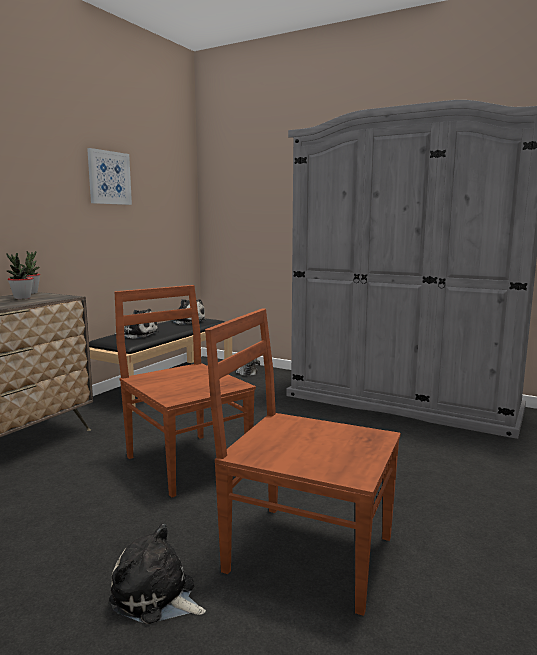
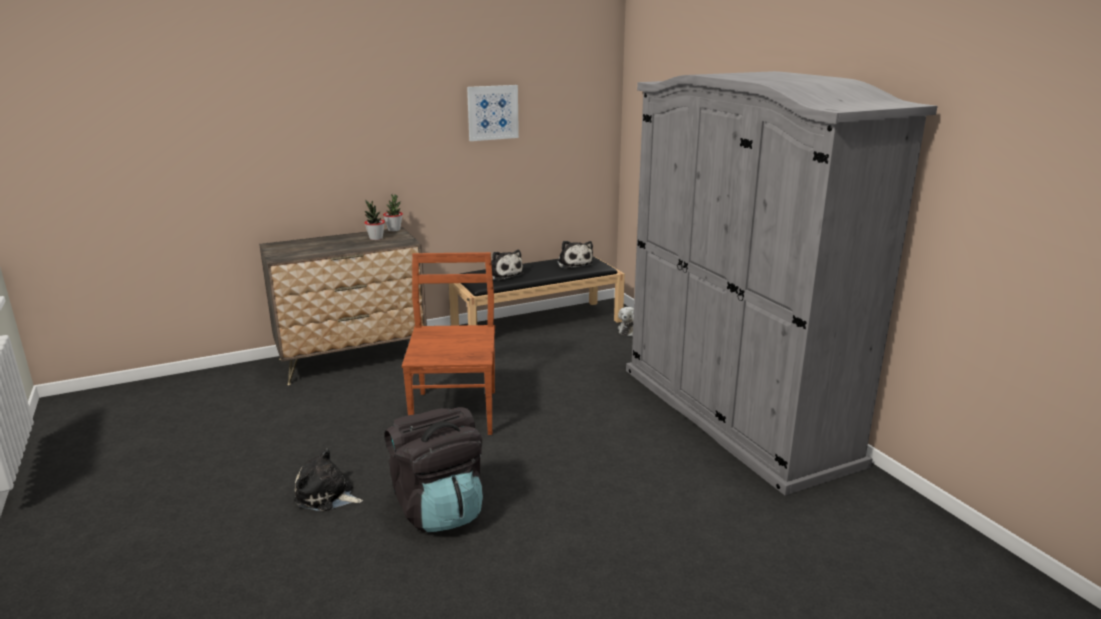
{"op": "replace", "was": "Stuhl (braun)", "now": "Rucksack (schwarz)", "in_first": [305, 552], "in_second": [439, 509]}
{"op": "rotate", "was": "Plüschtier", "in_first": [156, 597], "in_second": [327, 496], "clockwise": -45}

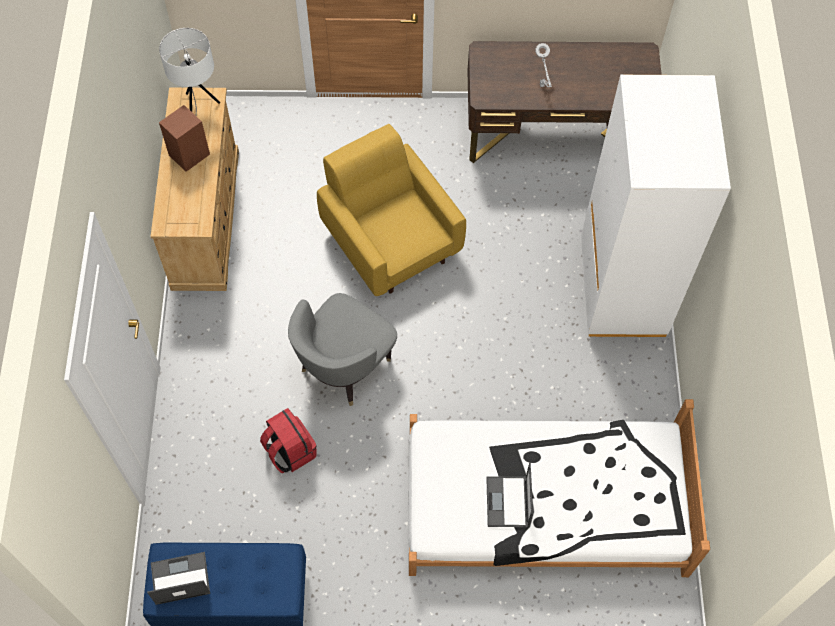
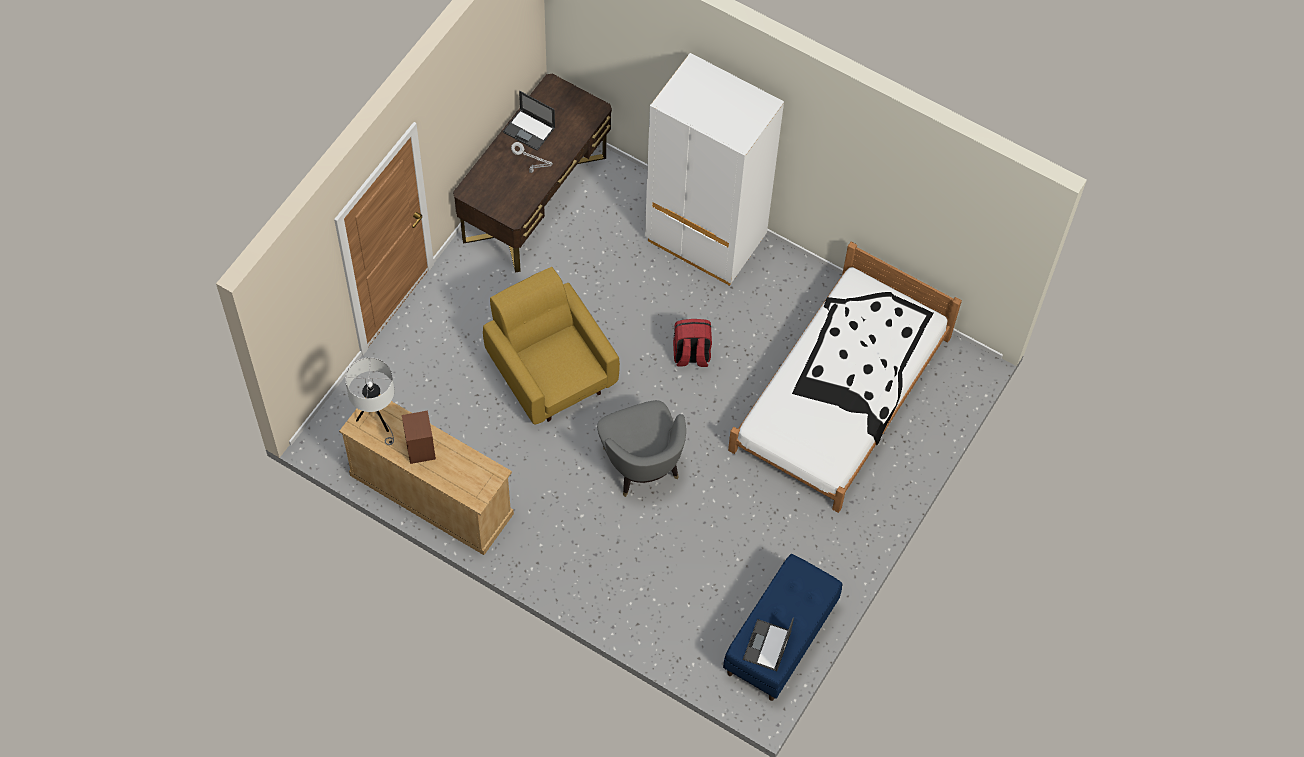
{"op": "move", "was": "Rucksack (rot)", "in_first": [290, 451], "in_second": [691, 355]}
{"op": "move", "was": "Laptop", "in_first": [508, 502], "in_second": [529, 130]}
{"op": "rotate", "was": "Sessel (gelb)", "in_first": [390, 240], "in_second": [551, 370], "clockwise": 60}

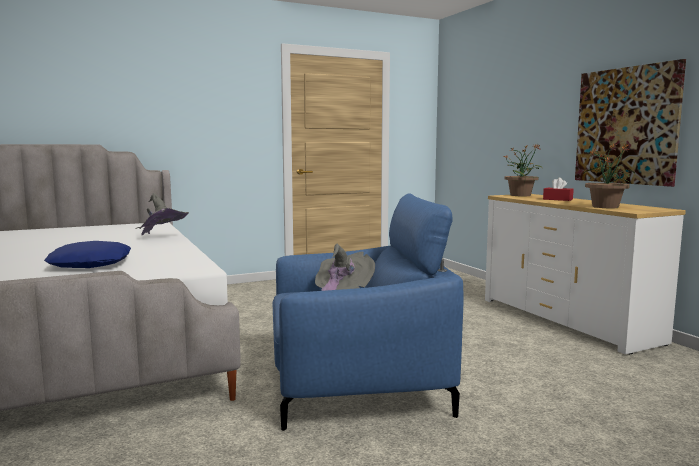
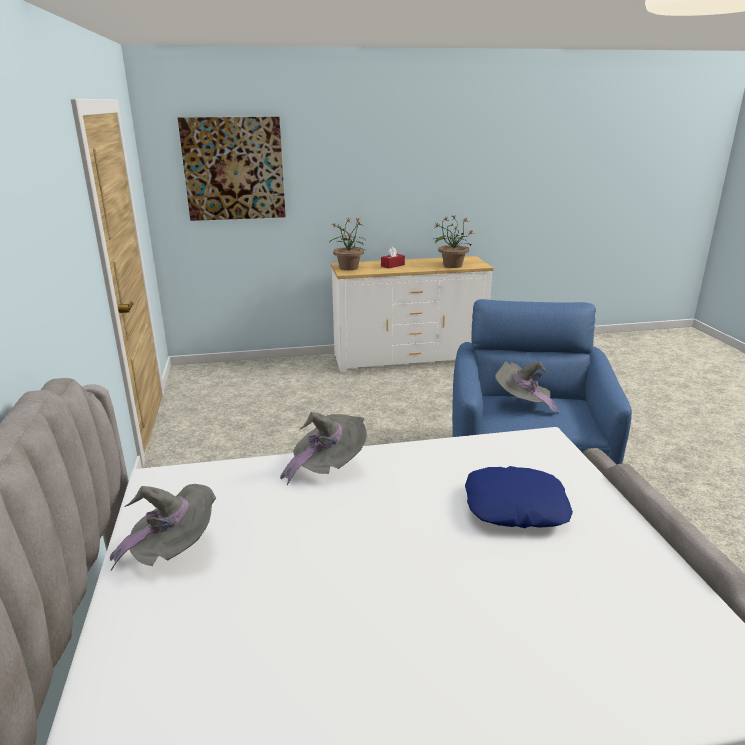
{"op": "insert", "now": "Hut (grau)", "in_second": [174, 550]}
{"op": "move", "was": "Bild", "in_first": [626, 126], "in_second": [234, 169]}

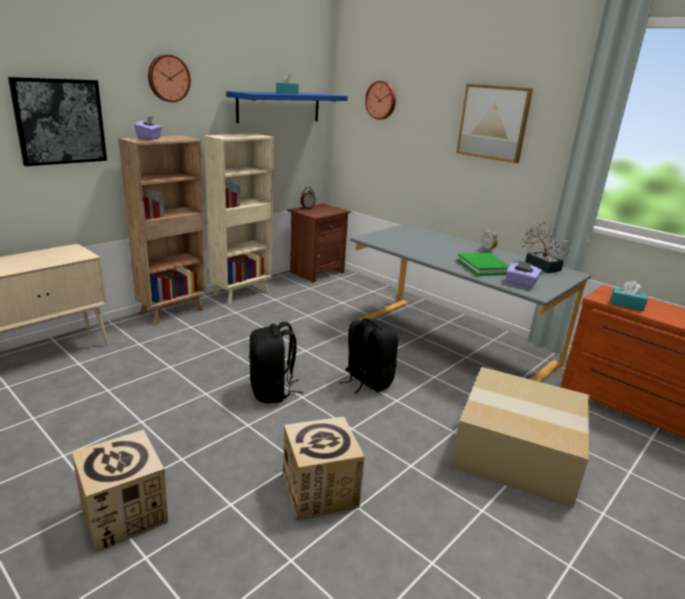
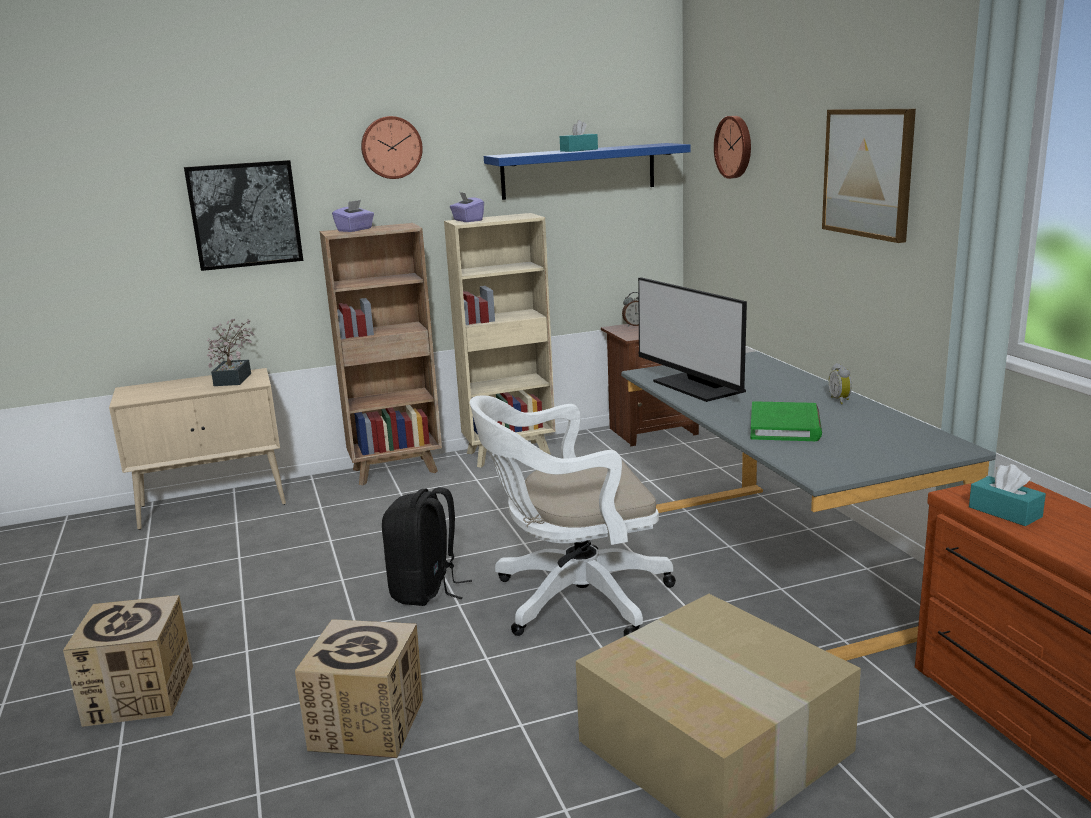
{"op": "insert", "now": "Monitor", "in_second": [697, 387]}
{"op": "move", "was": "Taschentuchbox (lila)", "in_first": [521, 283], "in_second": [467, 220]}
{"op": "move", "was": "Topfpflanze", "in_first": [539, 265], "in_second": [235, 378]}
{"op": "replace", "was": "Rucksack (schwarz)", "now": "Bürostuhl (weiß)", "in_first": [367, 381], "in_second": [572, 599]}

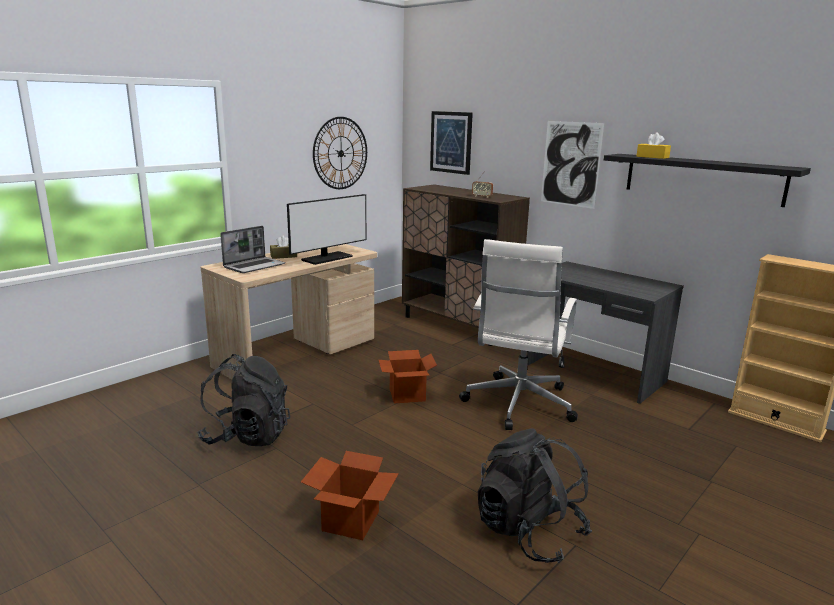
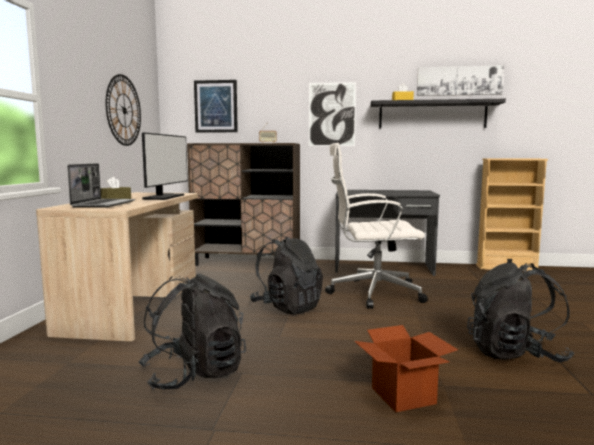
{"op": "insert", "now": "Bild", "in_second": [459, 81]}
{"op": "replace", "was": "Karton", "now": "Rucksack (schwarz)", "in_first": [407, 395], "in_second": [287, 307]}
{"op": "rotate", "was": "Bürostuhl (weiß)", "in_first": [518, 404], "in_second": [372, 293], "clockwise": 105}

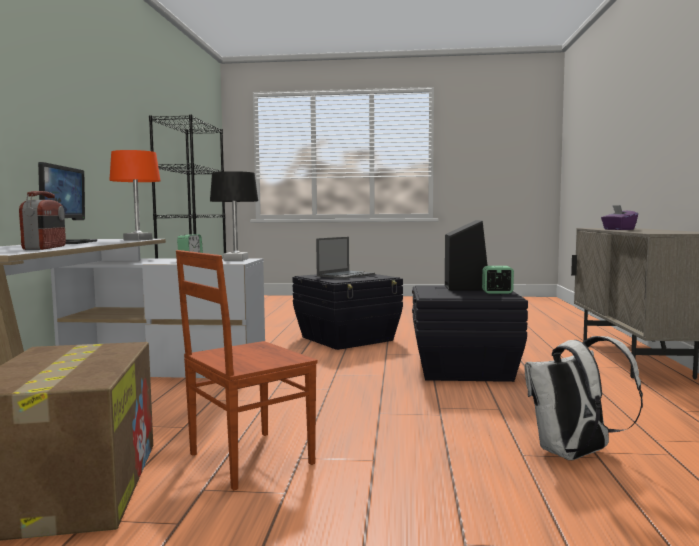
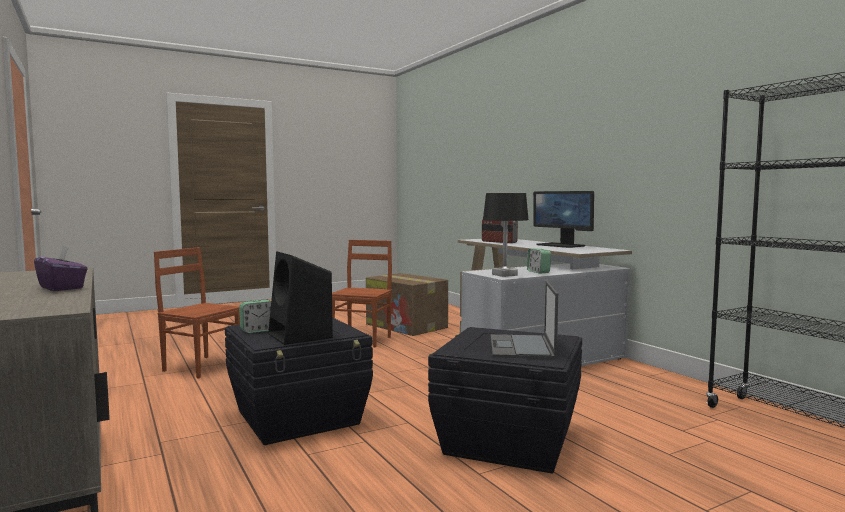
{"op": "delete", "was": "Tischlampe (orange)", "in_first": [138, 240]}
{"op": "replace", "was": "Rucksack (weiß)", "now": "Stuhl (braun)", "in_first": [574, 455], "in_second": [202, 366]}

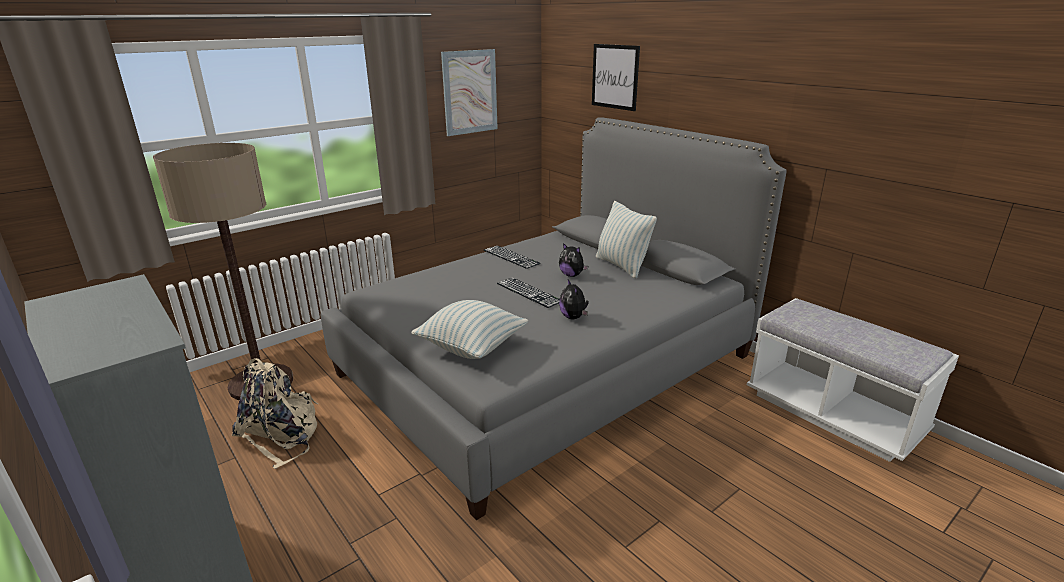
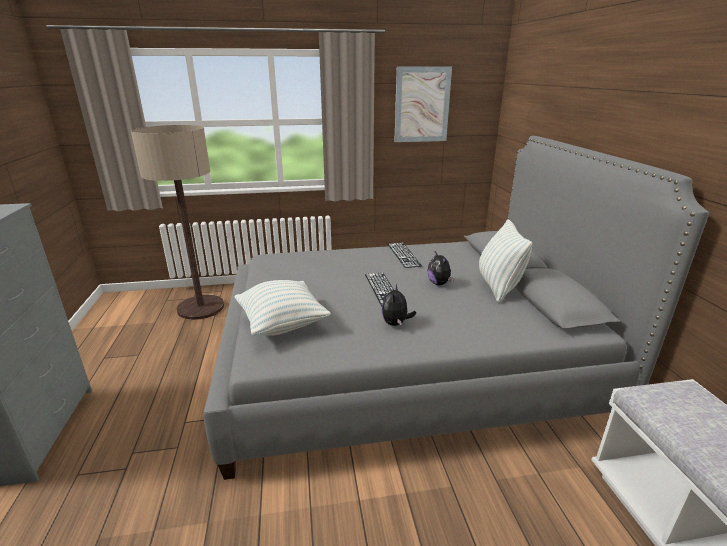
{"op": "delete", "was": "Rucksack (beige)", "in_first": [281, 435]}
{"op": "delete", "was": "Bild", "in_first": [615, 77]}

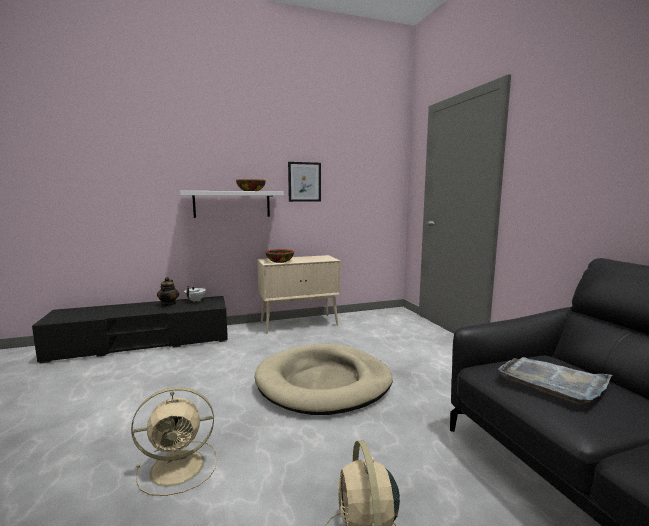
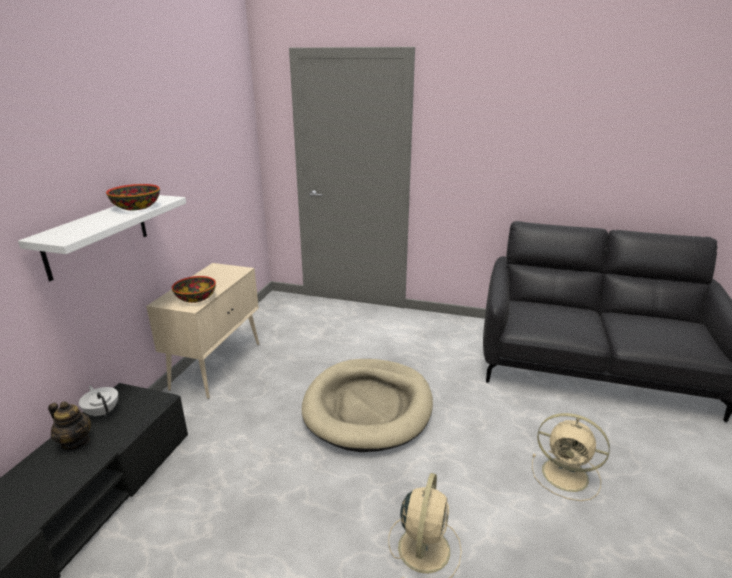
{"op": "delete", "was": "Bild", "in_first": [304, 182]}
{"op": "delete", "was": "Tablett (grau)", "in_first": [553, 381]}

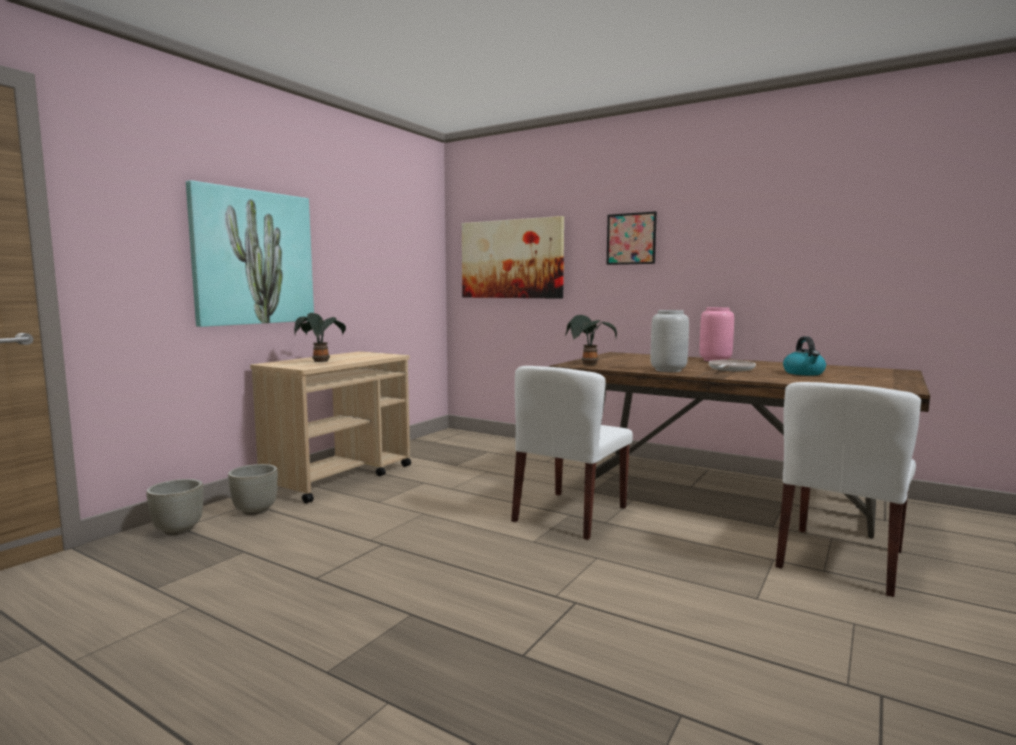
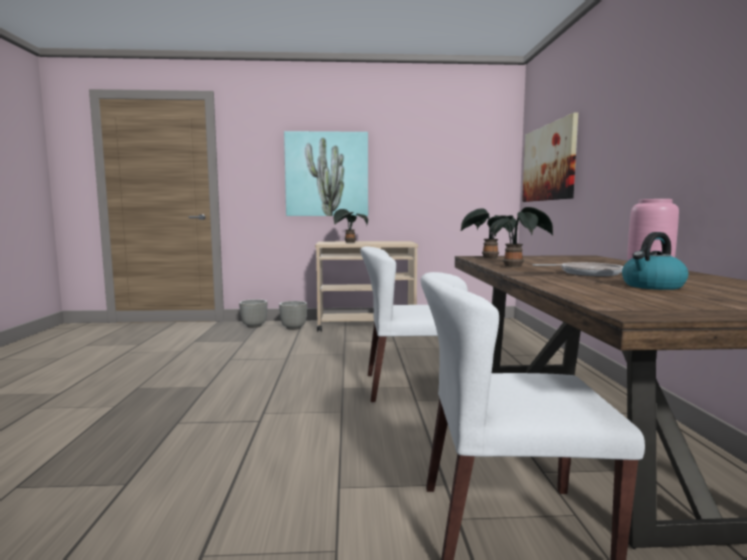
{"op": "delete", "was": "Bild", "in_first": [631, 238]}
{"op": "replace", "was": "Vase (grau)", "now": "Topfpflanze", "in_first": [668, 370], "in_second": [515, 267]}

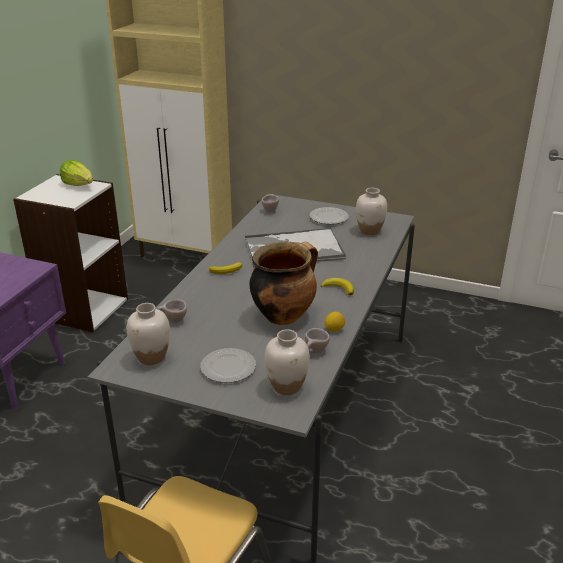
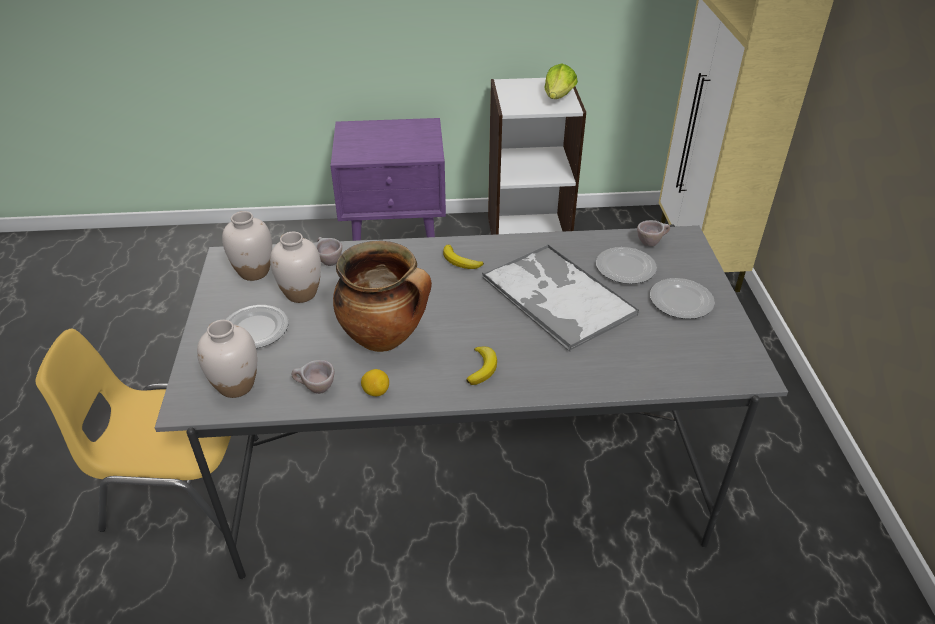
{"op": "insert", "now": "Teller", "in_second": [625, 268]}
{"op": "move", "was": "Vase (weiß)", "in_first": [370, 231], "in_second": [301, 294]}

